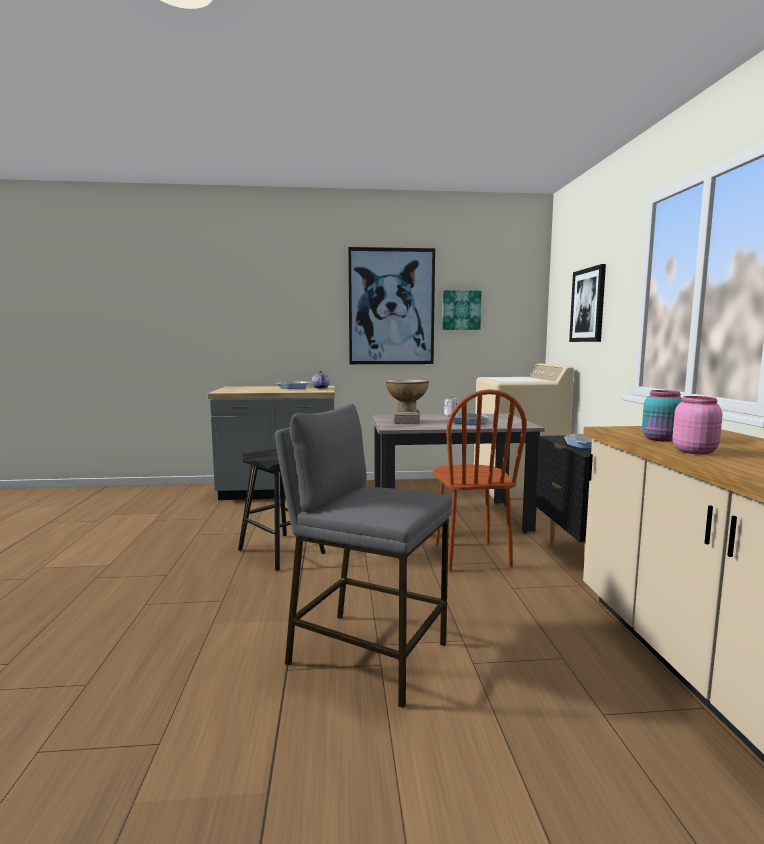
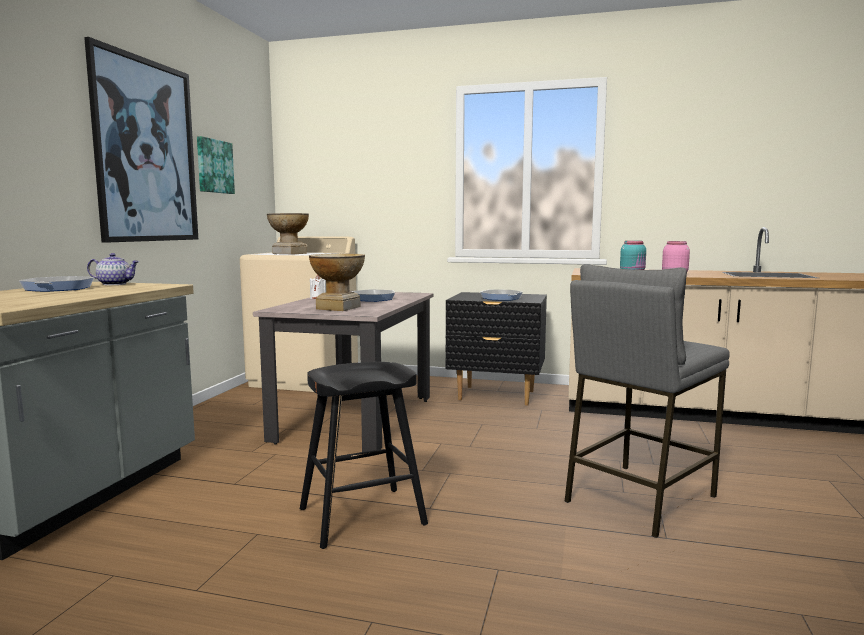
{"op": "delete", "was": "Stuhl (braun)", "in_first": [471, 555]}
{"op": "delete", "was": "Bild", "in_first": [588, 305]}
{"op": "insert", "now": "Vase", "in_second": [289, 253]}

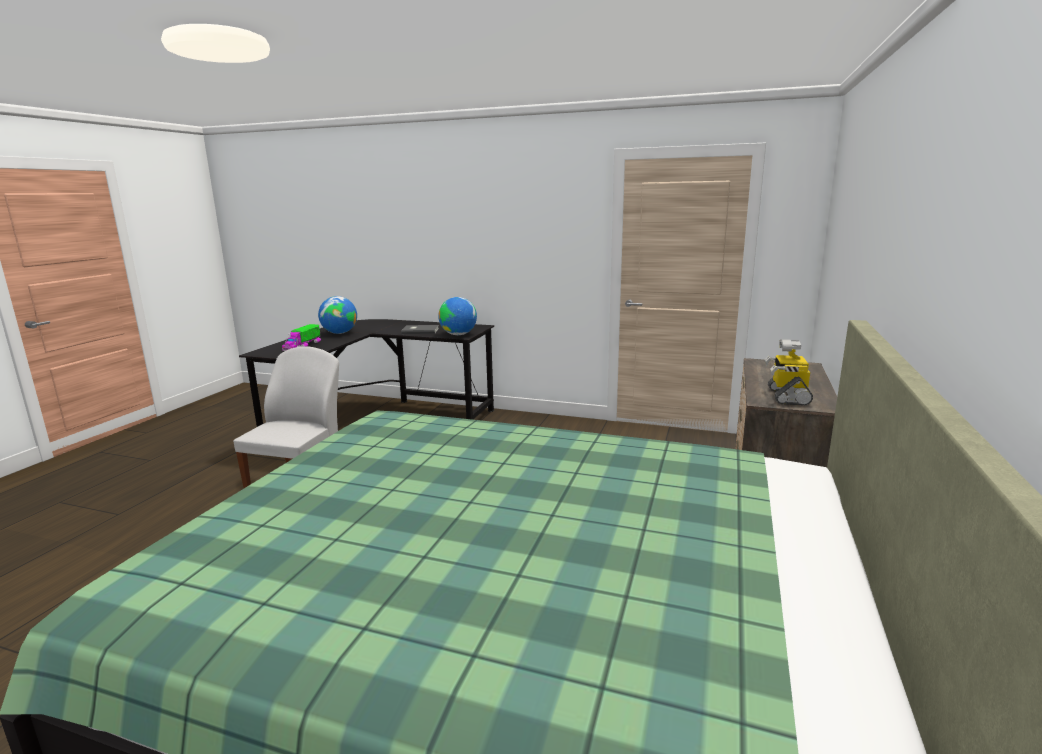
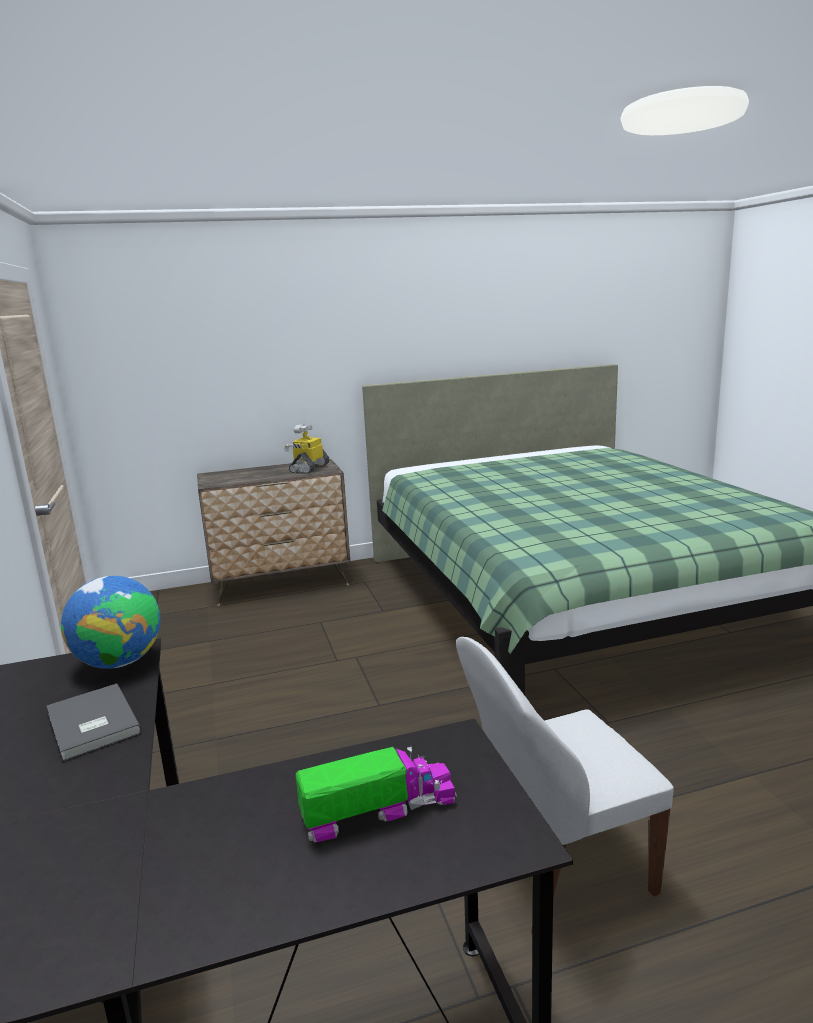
{"op": "delete", "was": "Globus", "in_first": [339, 333]}
{"op": "rotate", "was": "Spielzeugroboter", "in_first": [787, 396], "in_second": [309, 468], "clockwise": 135}

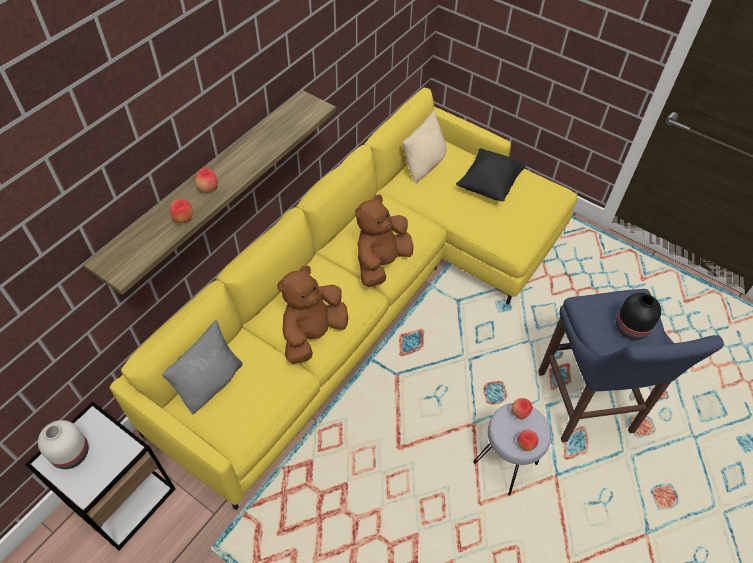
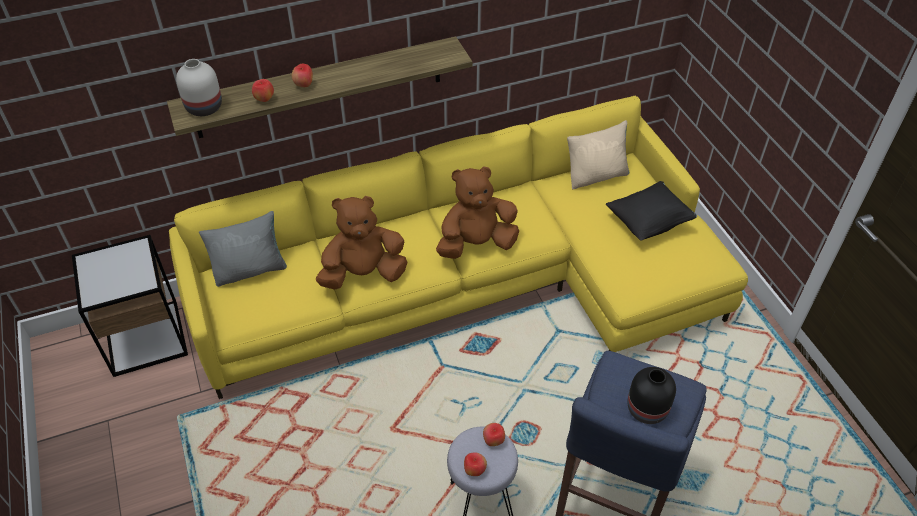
{"op": "move", "was": "Vase (weiß)", "in_first": [72, 453], "in_second": [205, 108]}

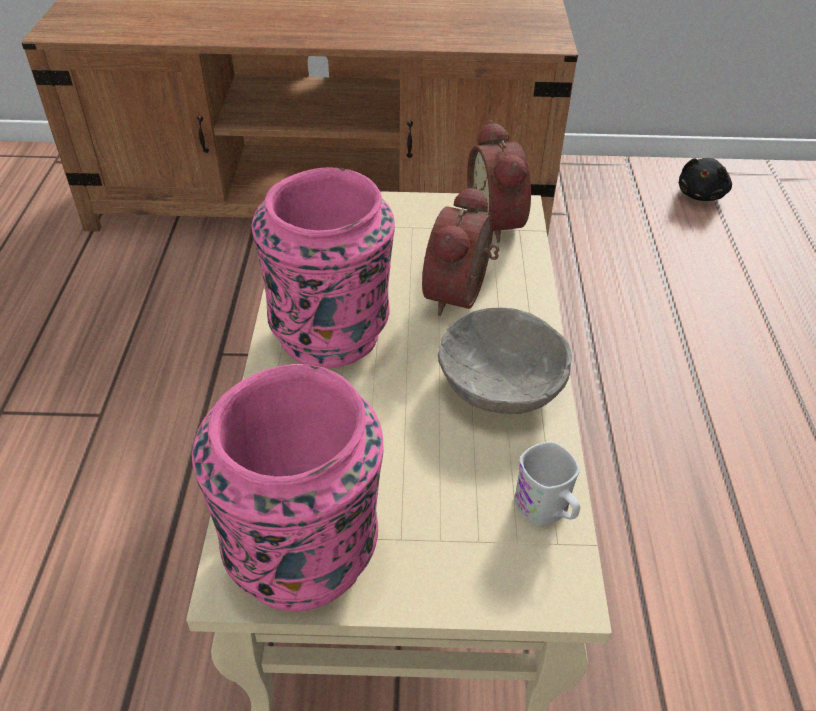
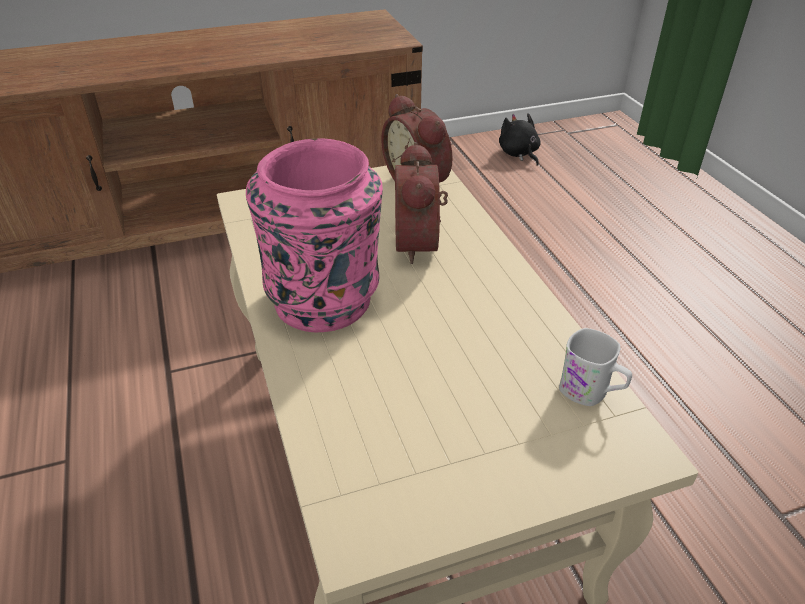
{"op": "delete", "was": "Vase (rosa)", "in_first": [304, 551]}
{"op": "delete", "was": "Schüssel (grau)", "in_first": [500, 384]}
{"op": "rotate", "was": "Plüschtier (schwarz)", "in_first": [701, 194], "in_second": [519, 154], "clockwise": 150}

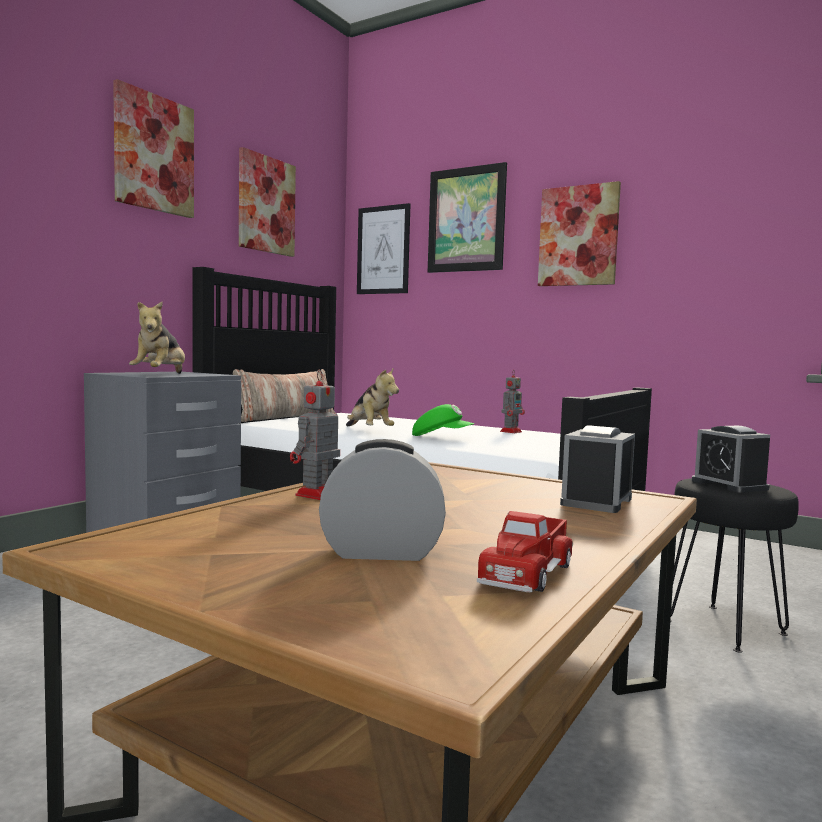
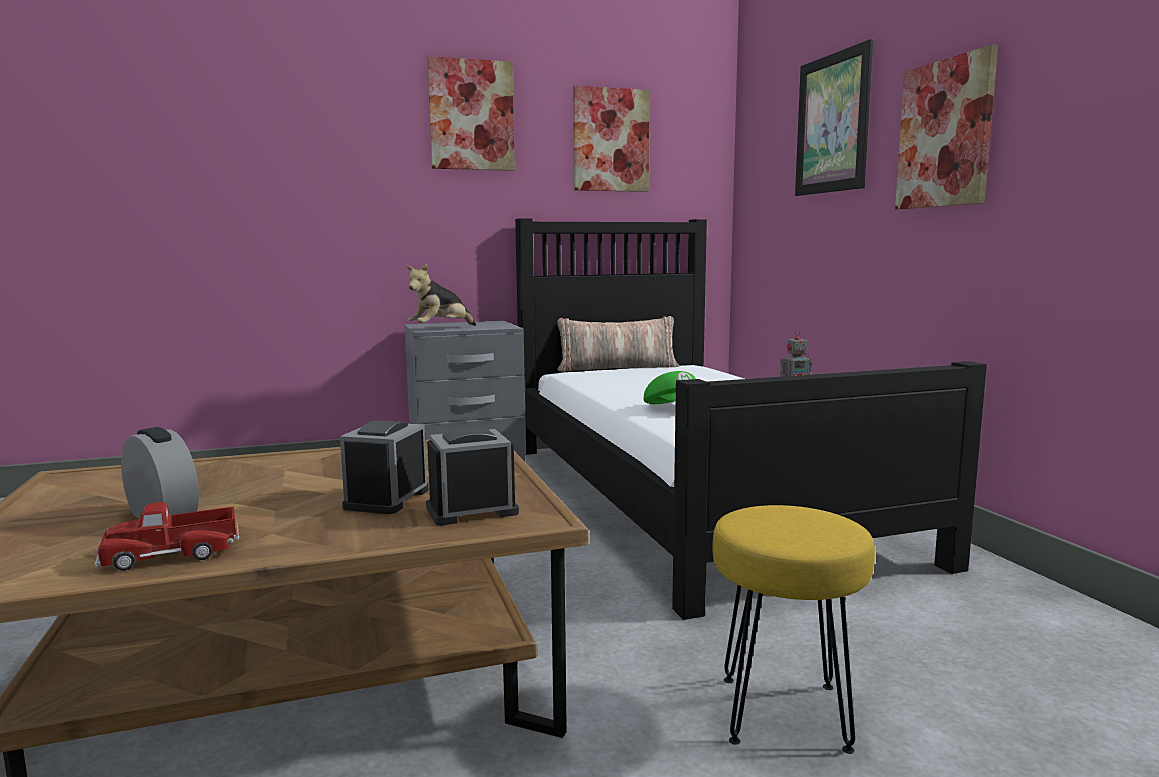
{"op": "delete", "was": "Spielzeugroboter", "in_first": [316, 495]}
{"op": "delete", "was": "Plüschtier", "in_first": [369, 431]}
{"op": "delete", "was": "Bild", "in_first": [383, 250]}
{"op": "move", "was": "Wecker", "in_first": [729, 485], "in_second": [387, 499]}
{"op": "recolor", "was": "Hocker (schwarz)", "now": "Hocker (gelb)", "in_first": [726, 627], "in_second": [785, 713]}

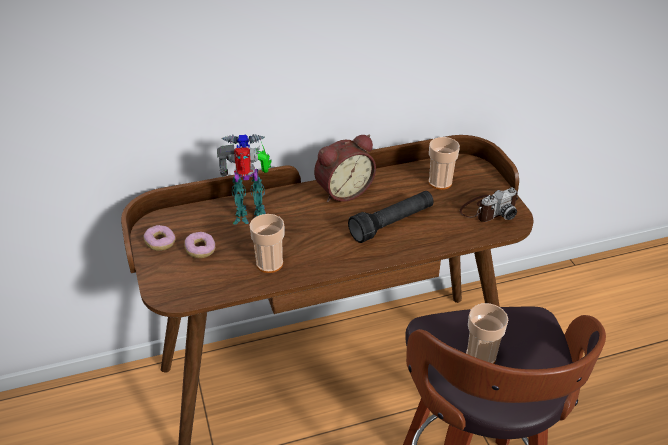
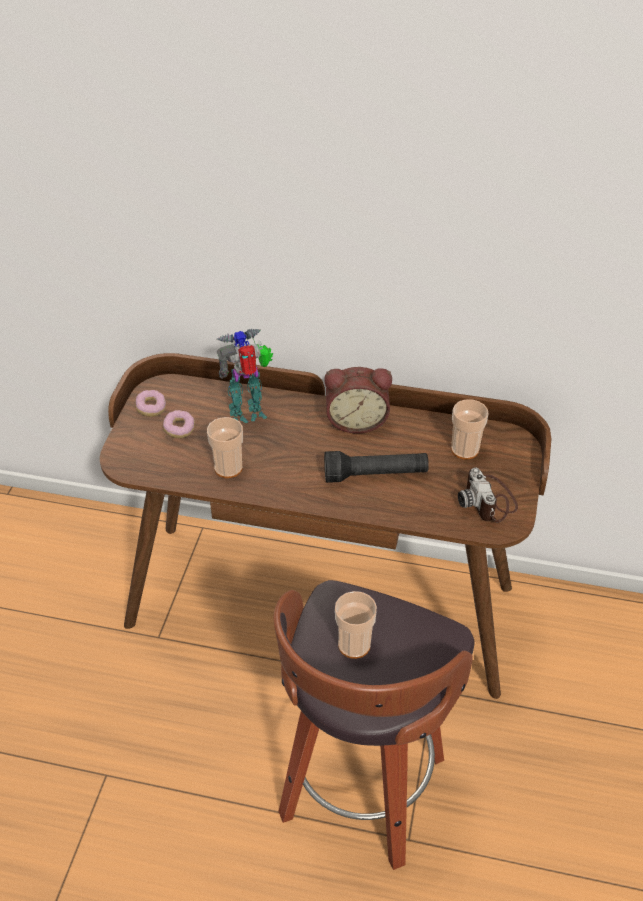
{"op": "rotate", "was": "Spielzeugroboter", "in_first": [252, 217], "in_second": [249, 415], "clockwise": -45}
{"op": "rotate", "was": "Kamera", "in_first": [488, 210], "in_second": [489, 501], "clockwise": 75}

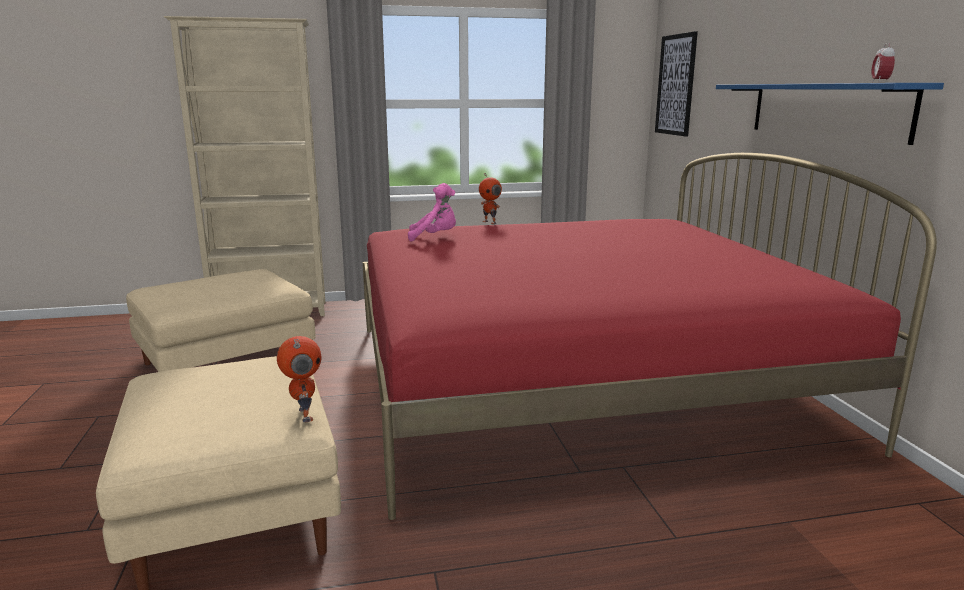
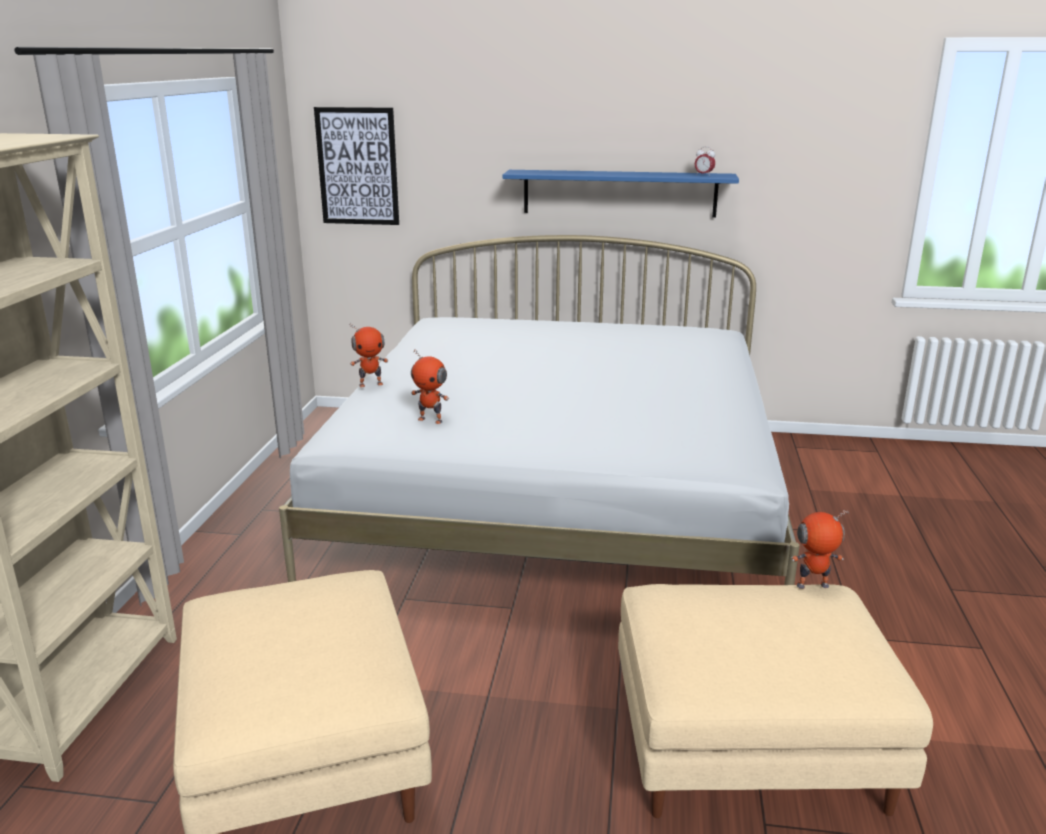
{"op": "replace", "was": "Plüschtier (rosa)", "now": "Spielzeugroboter", "in_first": [435, 237], "in_second": [431, 420]}
{"op": "recolor", "was": "Bett (rot)", "now": "Bett (weiß)", "in_first": [576, 381], "in_second": [558, 503]}

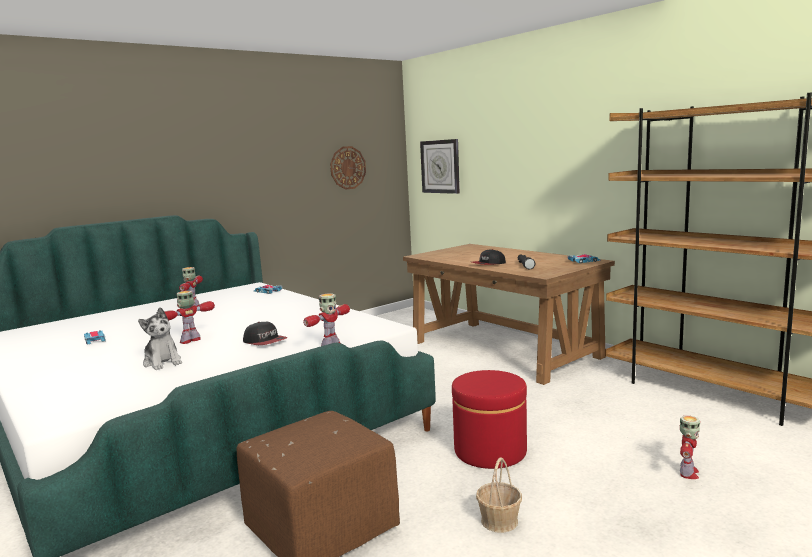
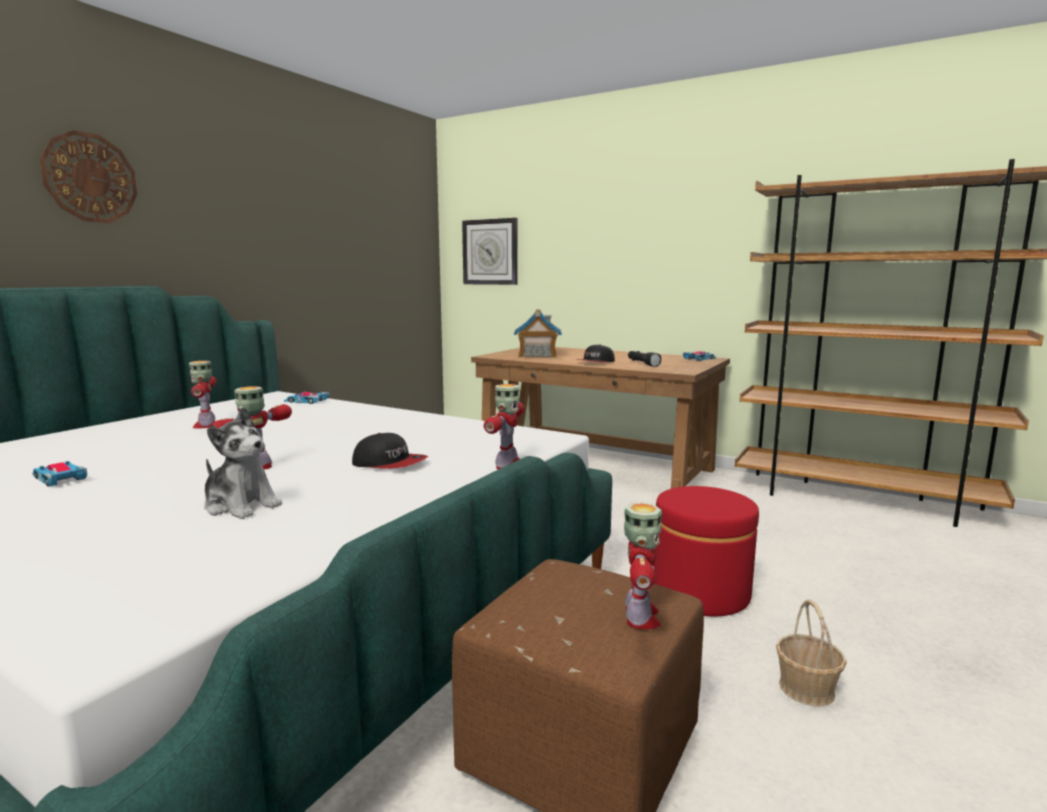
{"op": "insert", "now": "Spielzeughaus", "in_second": [537, 355]}
{"op": "move", "was": "Wanduhr", "in_first": [348, 167], "in_second": [90, 178]}
{"op": "move", "was": "Spielzeugroboter", "in_first": [688, 473], "in_second": [640, 617]}

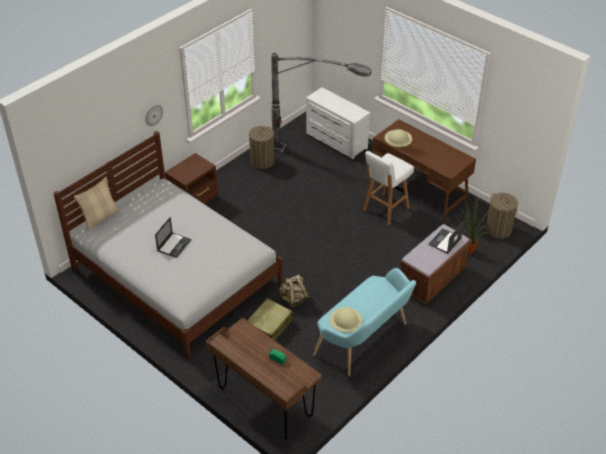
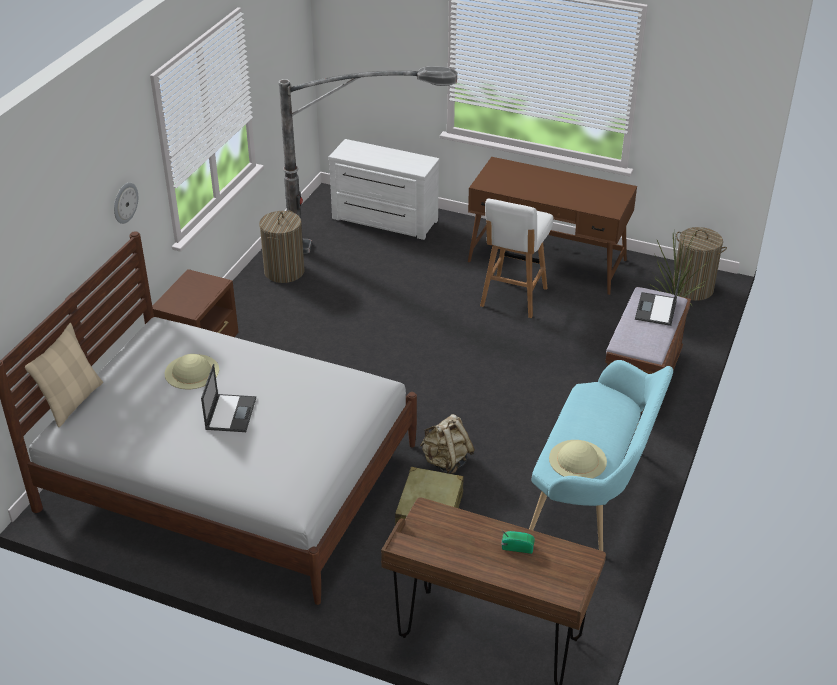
{"op": "move", "was": "Hut (beige)", "in_first": [398, 138], "in_second": [191, 371]}

